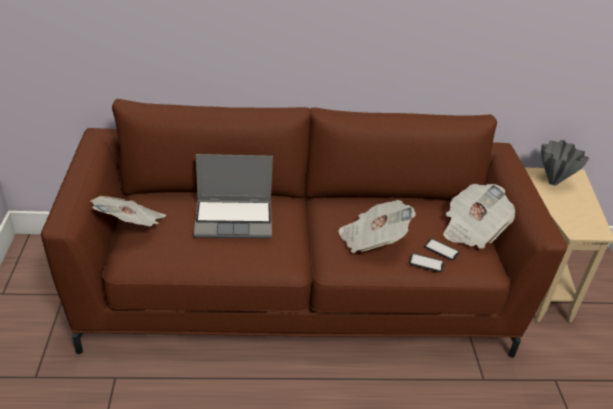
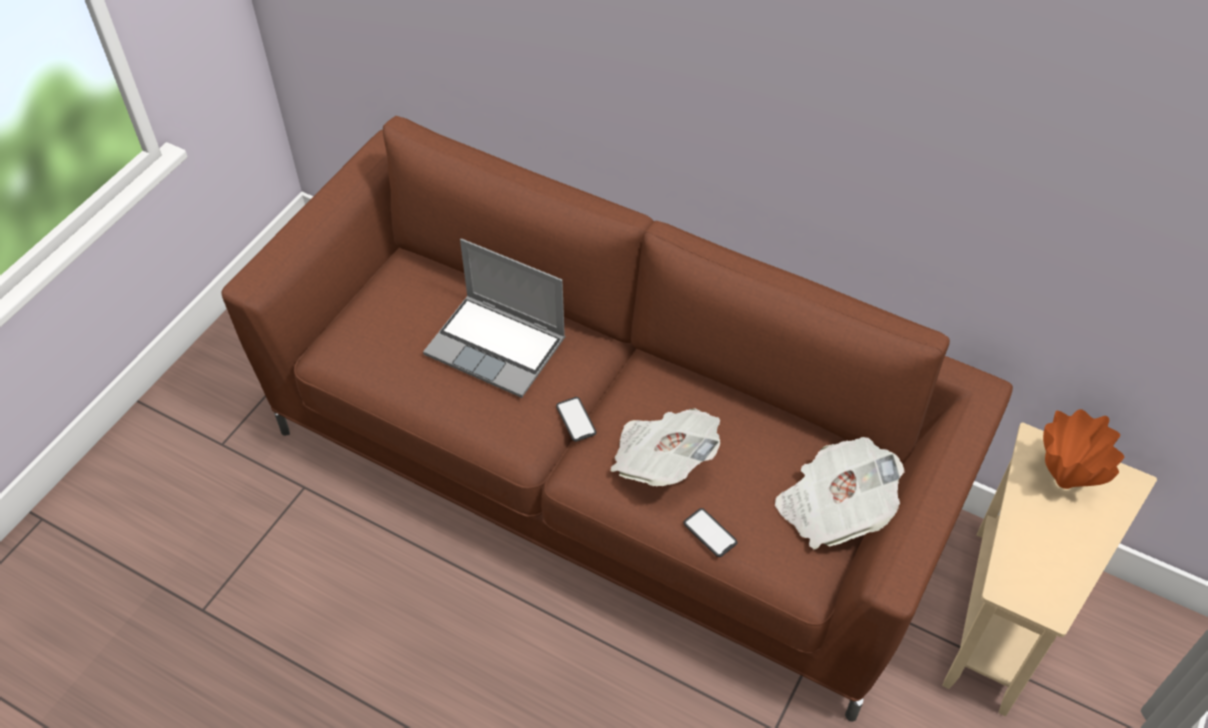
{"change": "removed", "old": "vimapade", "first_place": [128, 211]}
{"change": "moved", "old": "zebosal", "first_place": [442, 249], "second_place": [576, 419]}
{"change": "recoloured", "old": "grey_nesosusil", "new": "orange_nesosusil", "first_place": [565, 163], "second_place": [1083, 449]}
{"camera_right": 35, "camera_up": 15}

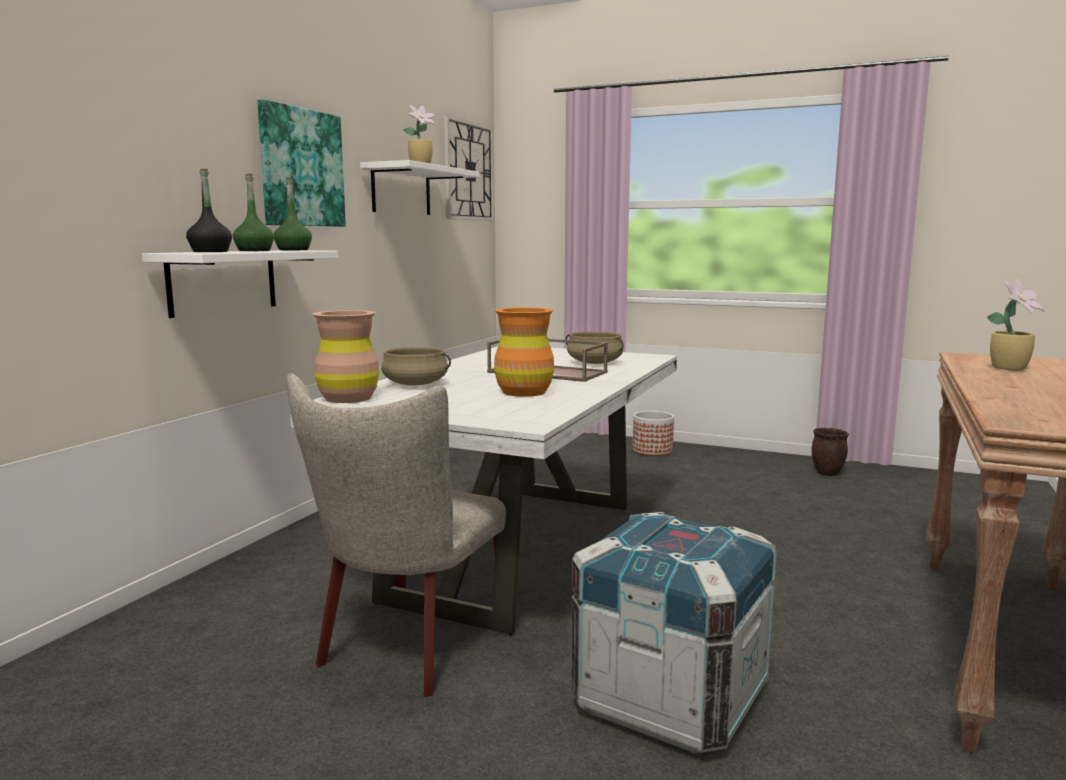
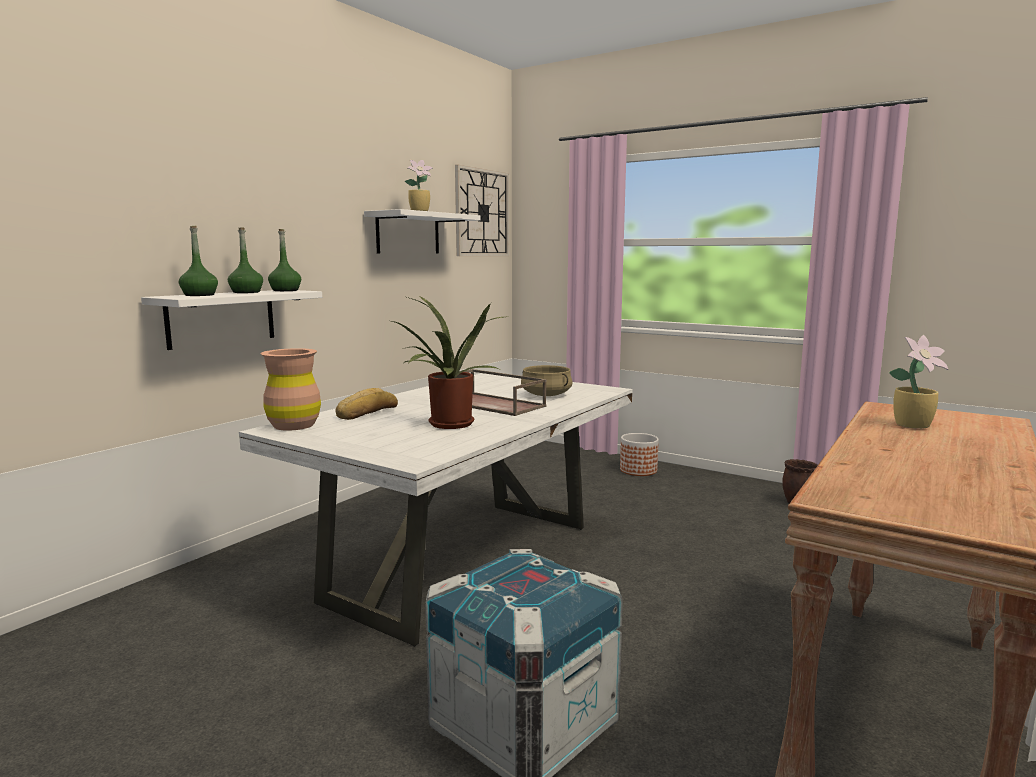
{"change": "recoloured", "old": "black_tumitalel", "new": "green_tumitalel", "first_place": [209, 210], "second_place": [198, 261]}
{"change": "removed", "old": "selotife", "first_place": [301, 163]}
{"change": "removed", "old": "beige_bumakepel", "first_place": [396, 535]}
{"change": "replaced", "old": "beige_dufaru", "new": "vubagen", "first_place": [416, 366], "second_place": [366, 404]}
{"change": "replaced", "old": "orange_nesosusil", "new": "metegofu", "first_place": [524, 352], "second_place": [447, 362]}
{"camera_right": 10, "camera_up": 0}

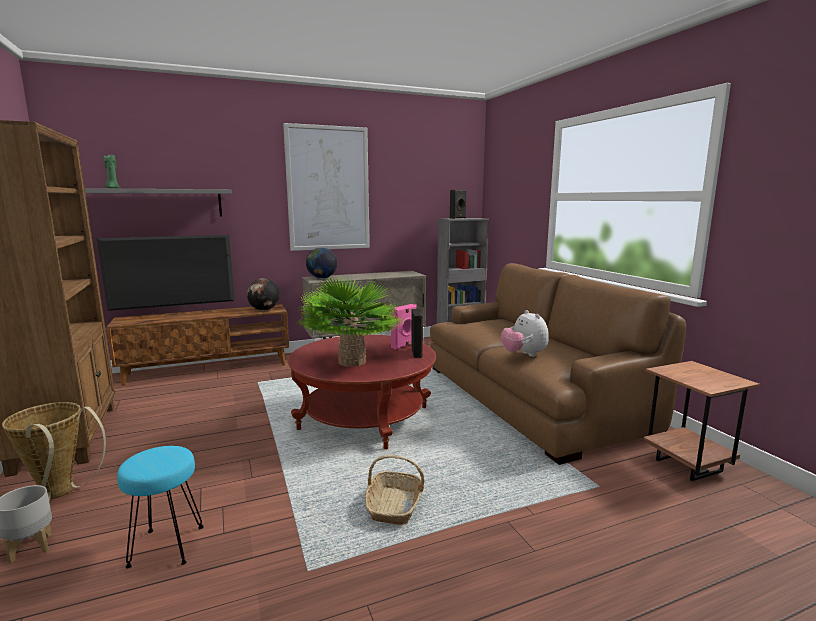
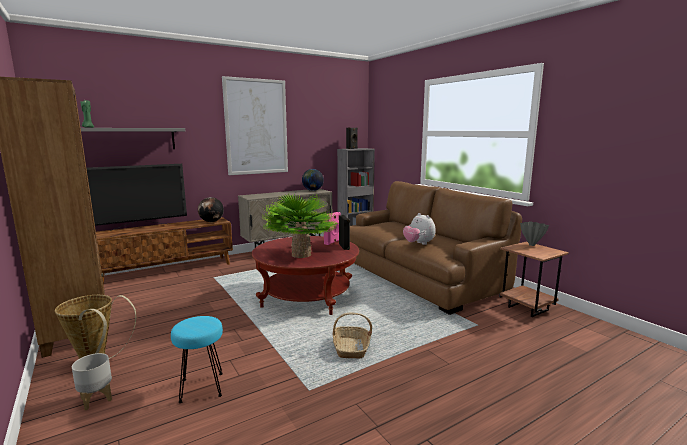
{"change": "moved", "old": "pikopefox", "first_place": [321, 263], "second_place": [313, 180]}
{"change": "added", "new": "grey_nesosusil", "second_place": [534, 233]}
{"camera_right": -10, "camera_up": 0}

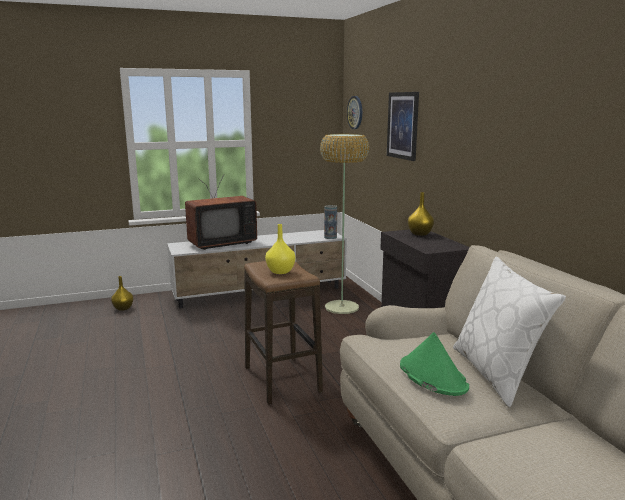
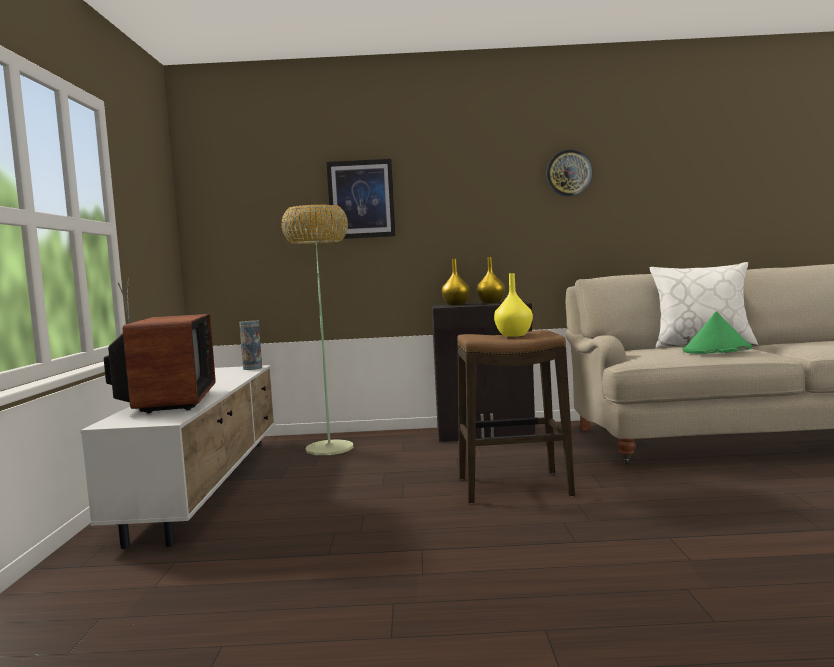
{"change": "moved", "old": "yellow_nesosusil", "first_place": [122, 293], "second_place": [491, 280]}
{"change": "moved", "old": "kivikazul", "first_place": [354, 112], "second_place": [569, 173]}
{"camera_right": -70, "camera_up": -10}

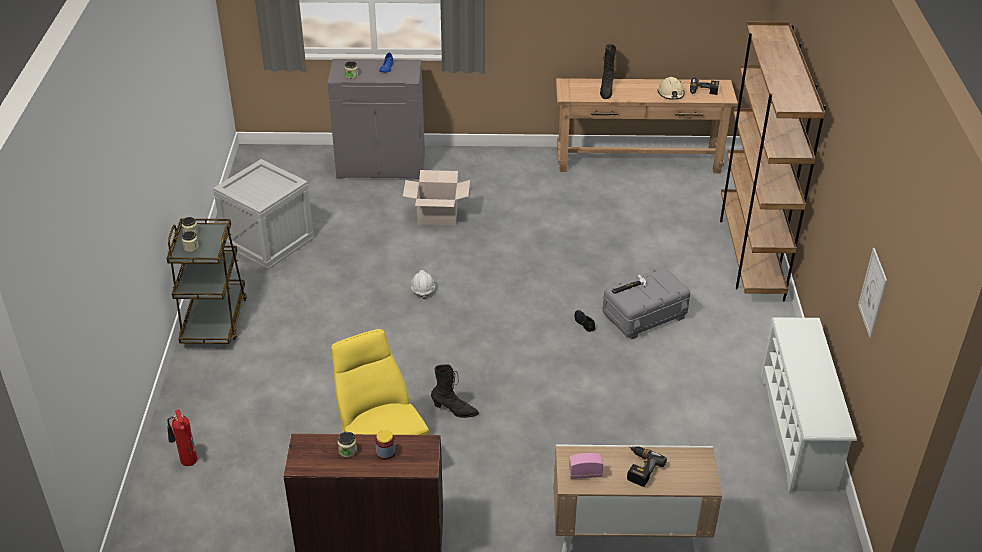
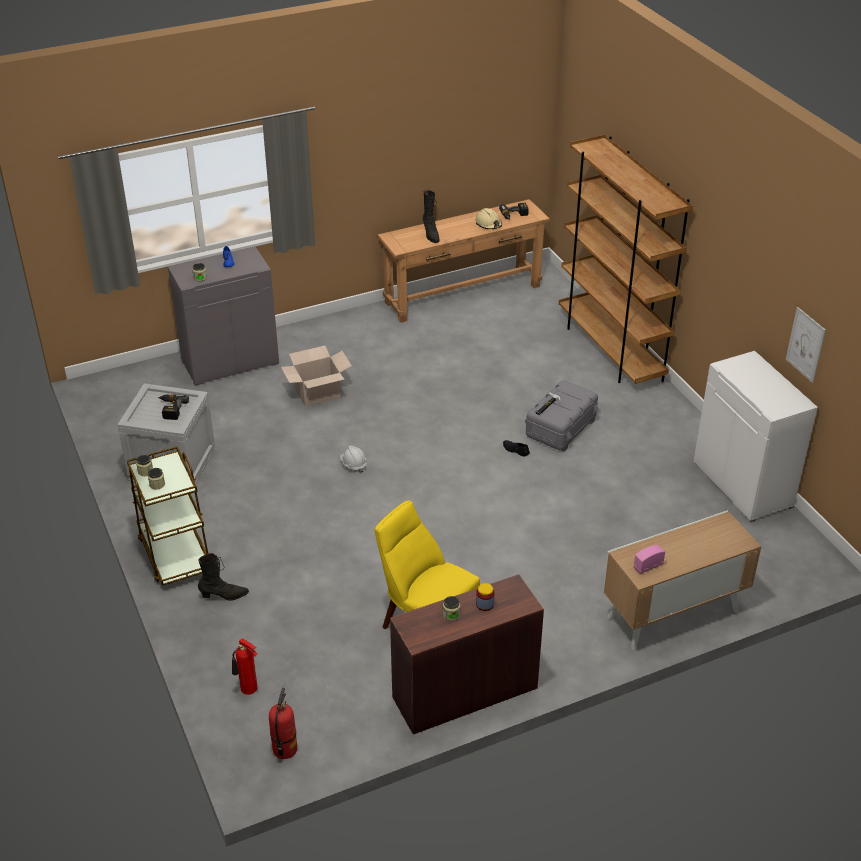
{"change": "moved", "old": "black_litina", "first_place": [455, 391], "second_place": [223, 577]}
{"change": "moved", "old": "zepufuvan", "first_place": [647, 467], "second_place": [173, 407]}
{"change": "replaced", "old": "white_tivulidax", "new": "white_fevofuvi", "first_place": [809, 405], "second_place": [756, 436]}
{"change": "added", "new": "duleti", "second_place": [283, 723]}
{"camera_right": -25, "camera_up": 0}

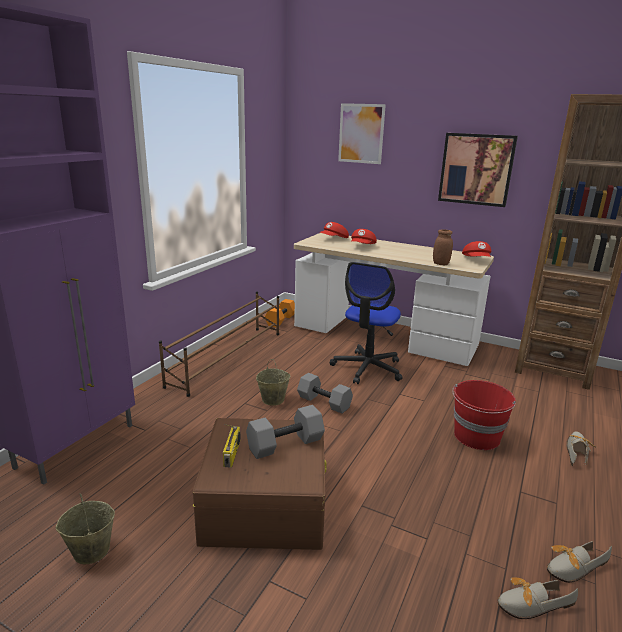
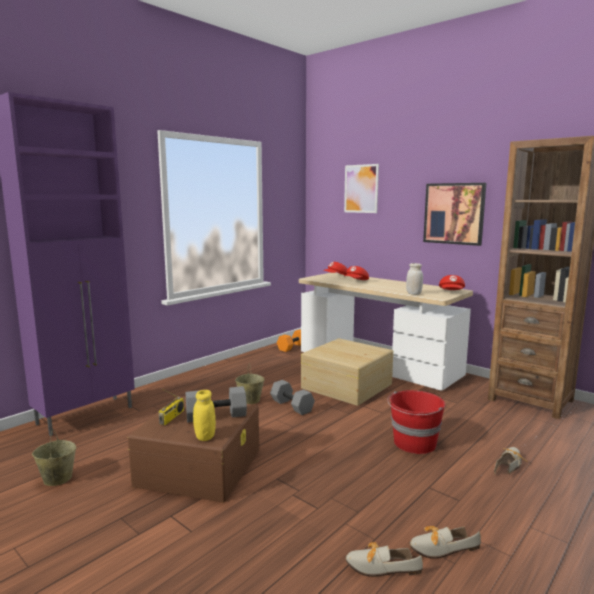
{"change": "removed", "old": "brown_tivulidax", "first_place": [219, 344]}
{"change": "replaced", "old": "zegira", "new": "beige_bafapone", "first_place": [366, 323], "second_place": [347, 372]}
{"change": "recoloured", "old": "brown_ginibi", "new": "white_ginibi", "first_place": [443, 247], "second_place": [414, 279]}
{"change": "added", "new": "yellow_ginibi", "second_place": [204, 415]}
{"camera_right": 15, "camera_up": -10}

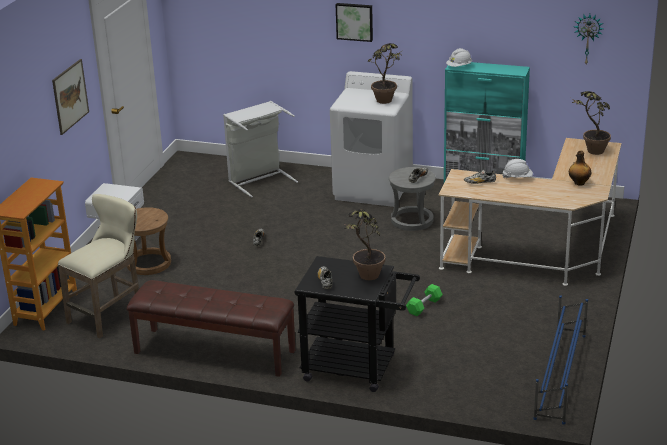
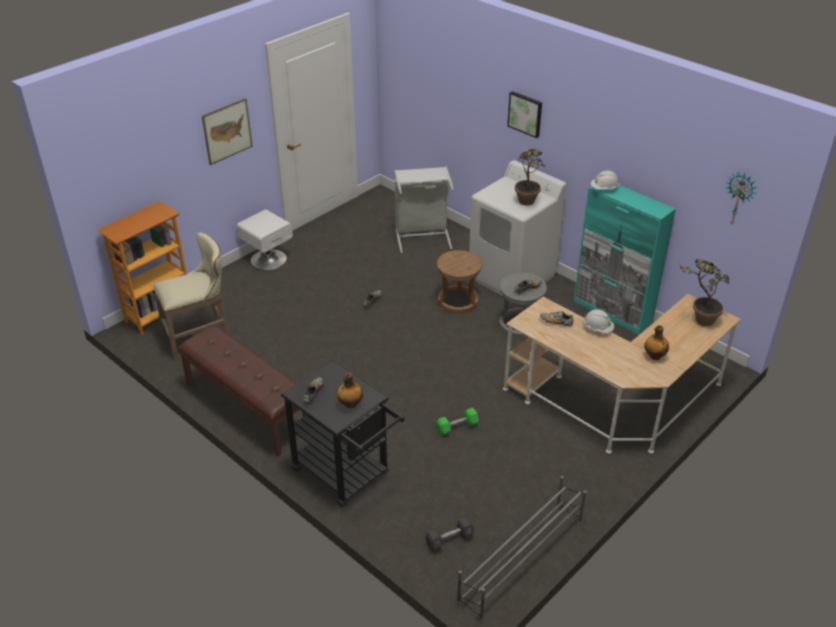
{"change": "moved", "old": "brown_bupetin", "first_place": [149, 241], "second_place": [459, 282]}
{"change": "replaced", "old": "metegofu", "new": "tumitalel", "first_place": [365, 244], "second_place": [350, 390]}
{"change": "recoloured", "old": "blue_tivulidax", "new": "grey_tivulidax", "first_place": [560, 360], "second_place": [521, 548]}
{"change": "added", "new": "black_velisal", "second_place": [450, 534]}
{"camera_right": 25, "camera_up": 10}

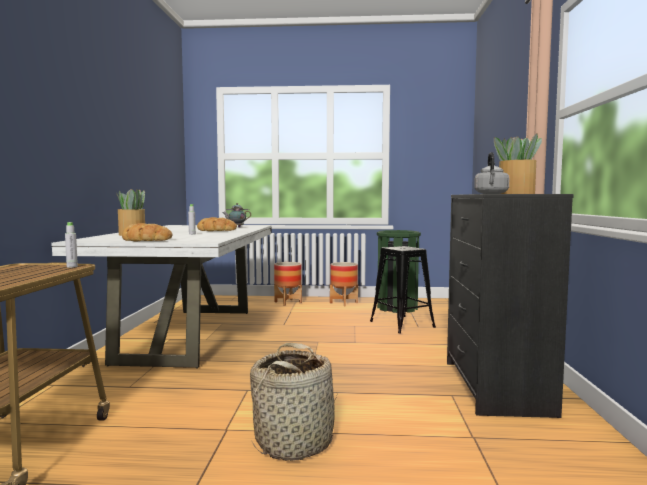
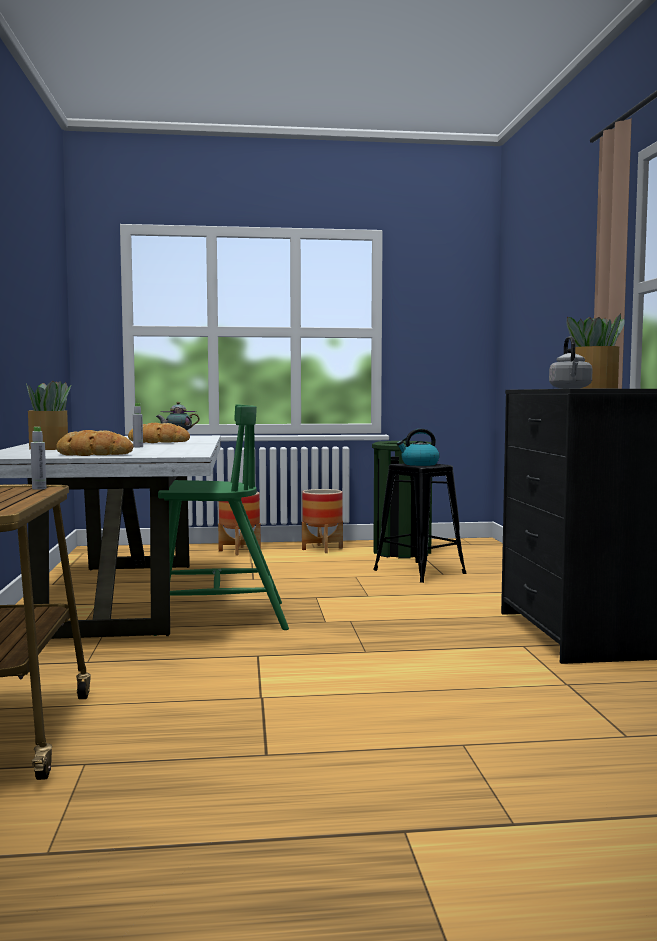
{"change": "removed", "old": "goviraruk", "first_place": [294, 402]}
{"change": "added", "new": "green_bumakepel", "second_place": [221, 520]}
{"change": "added", "new": "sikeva", "second_place": [418, 447]}
{"camera_right": -10, "camera_up": 0}

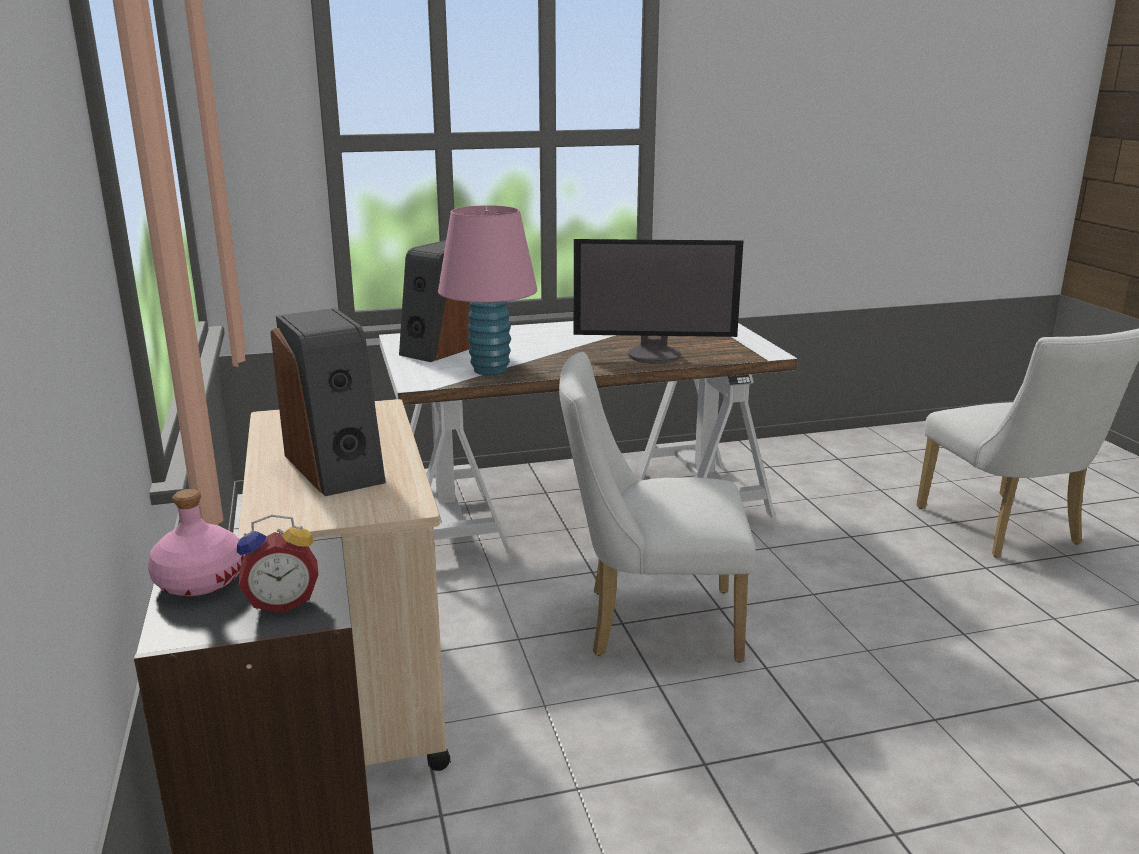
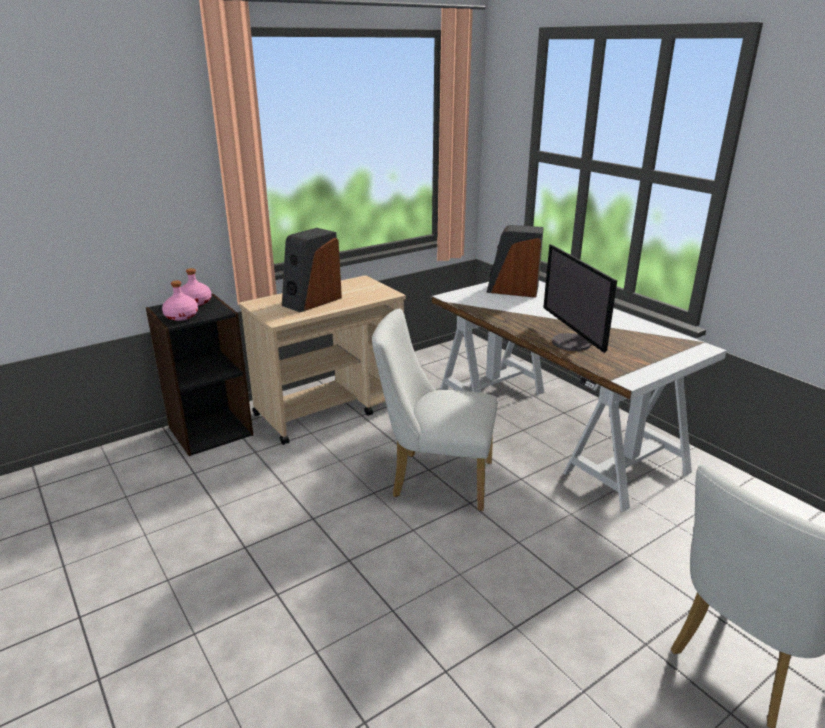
{"change": "replaced", "old": "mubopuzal", "new": "pink_tumitalel", "first_place": [278, 564], "second_place": [180, 301]}
{"change": "removed", "old": "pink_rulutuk", "first_place": [487, 290]}
{"change": "turned", "old": "white_bumakepel", "first_place": [657, 507], "second_place": [435, 409], "degrees": -60}
{"camera_right": 70, "camera_up": 5}

